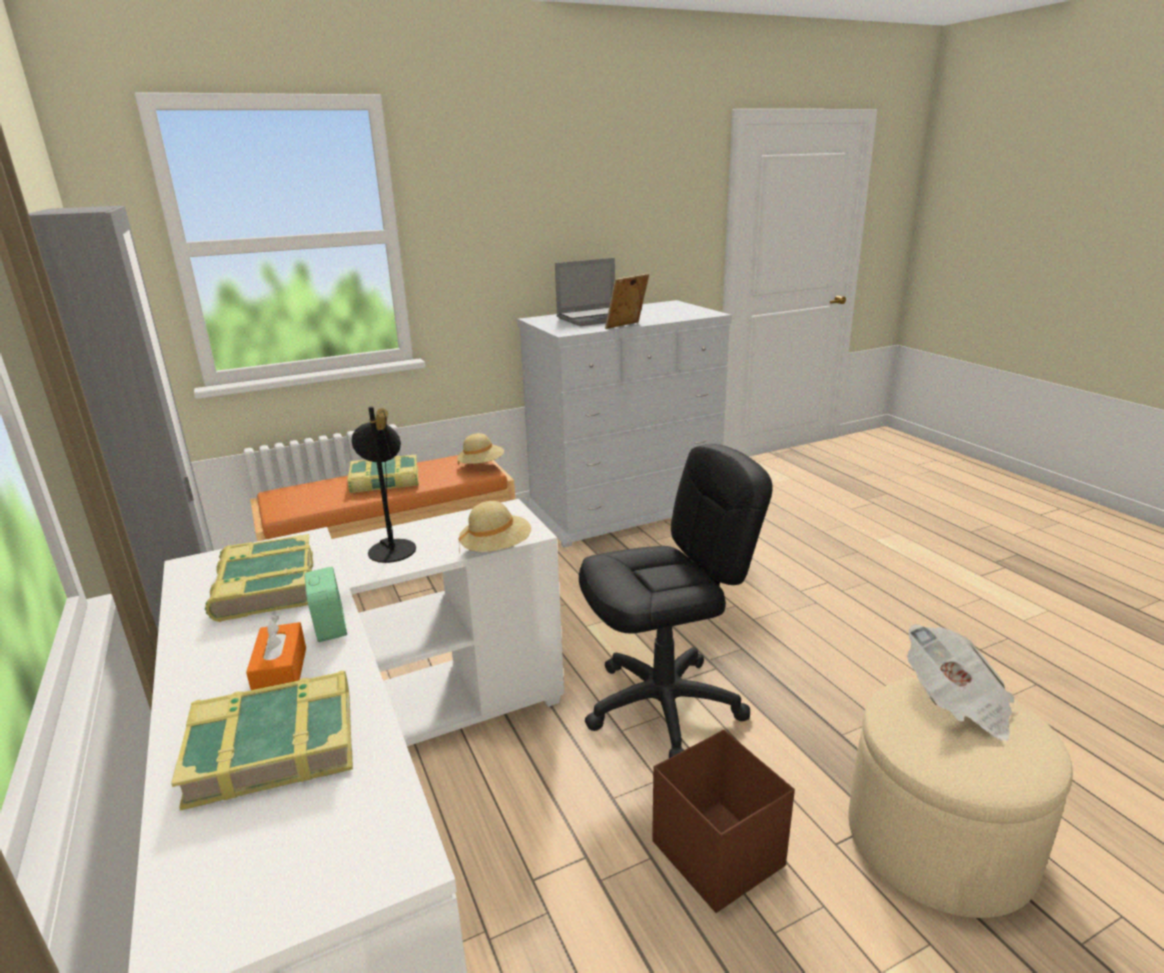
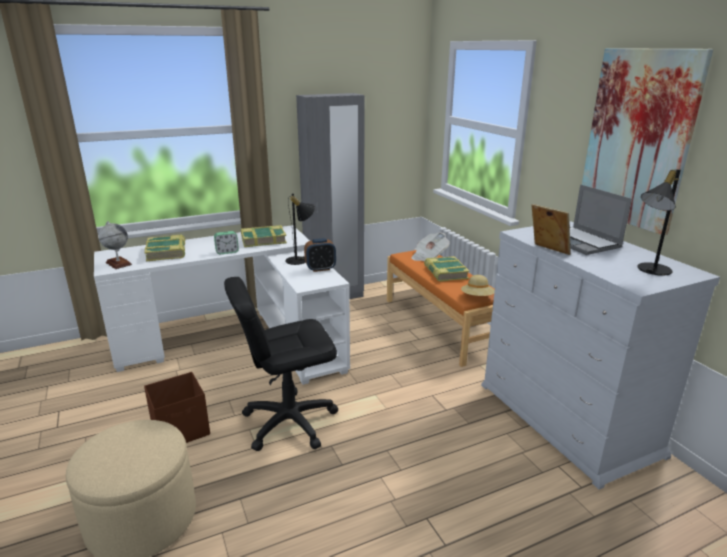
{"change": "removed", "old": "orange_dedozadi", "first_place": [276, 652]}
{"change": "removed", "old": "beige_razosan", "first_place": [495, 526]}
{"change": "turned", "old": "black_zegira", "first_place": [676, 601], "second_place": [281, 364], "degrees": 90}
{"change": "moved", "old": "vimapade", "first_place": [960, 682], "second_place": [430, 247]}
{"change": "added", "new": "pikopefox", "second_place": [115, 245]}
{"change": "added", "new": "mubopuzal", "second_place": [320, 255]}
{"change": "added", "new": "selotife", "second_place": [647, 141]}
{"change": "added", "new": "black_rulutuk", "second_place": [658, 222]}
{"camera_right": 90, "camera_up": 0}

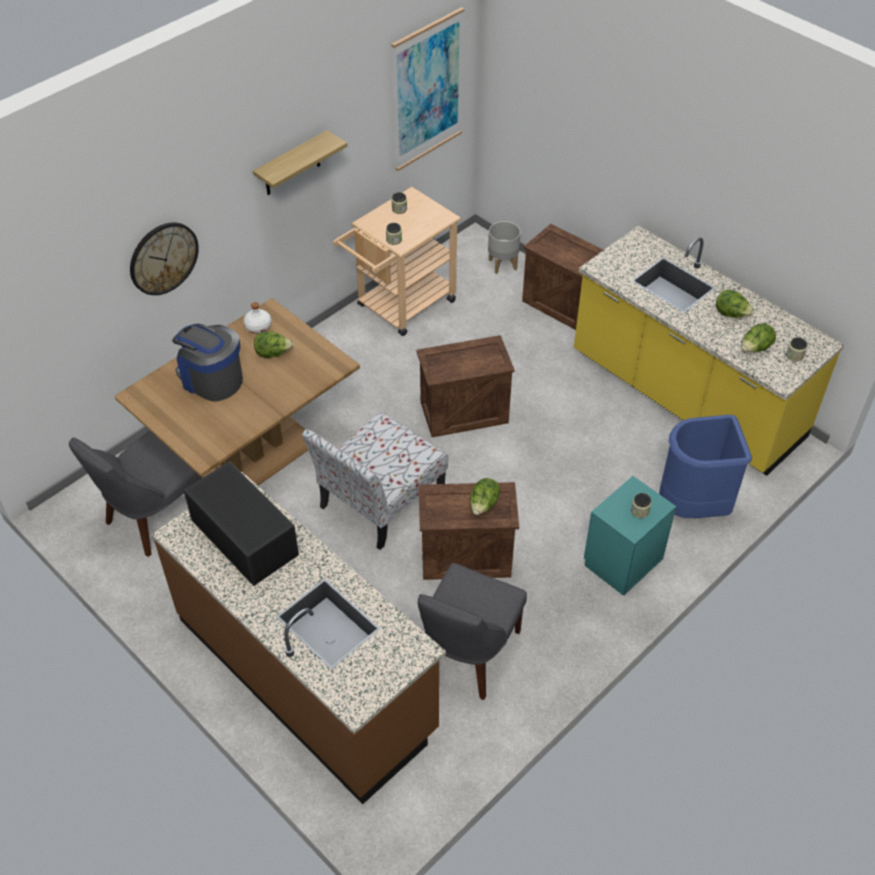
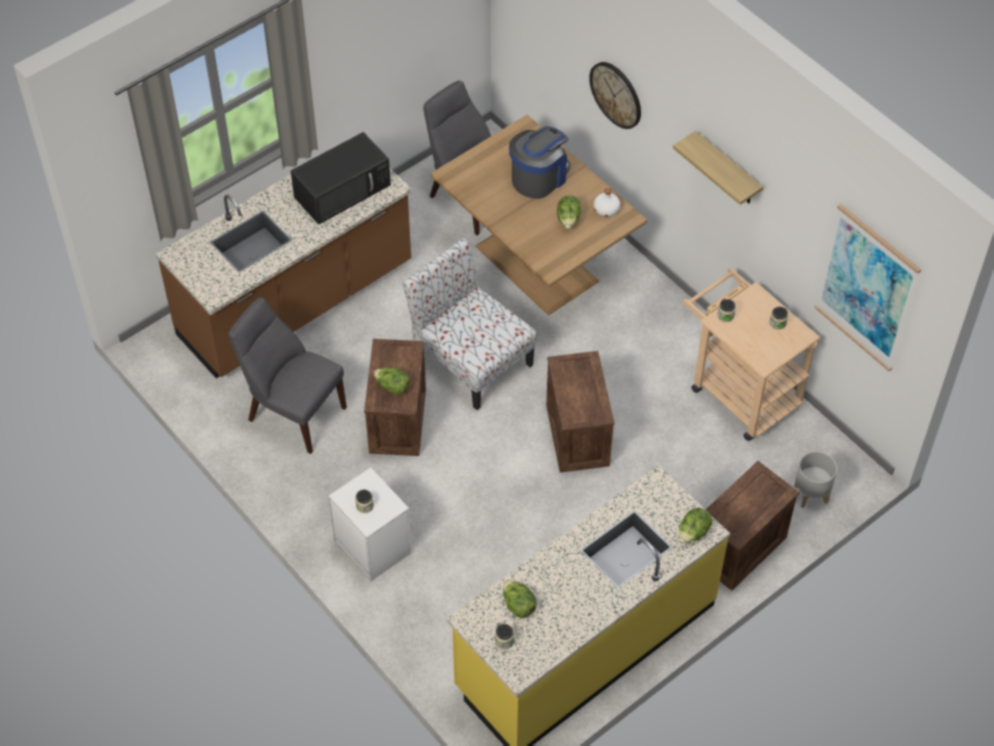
{"change": "recoloured", "old": "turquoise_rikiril", "new": "white_rikiril", "first_place": [630, 536], "second_place": [370, 524]}
{"change": "removed", "old": "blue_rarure", "first_place": [705, 466]}
{"change": "moved", "old": "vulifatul", "first_place": [735, 303], "second_place": [695, 525]}
{"camera_right": 95, "camera_up": 5}

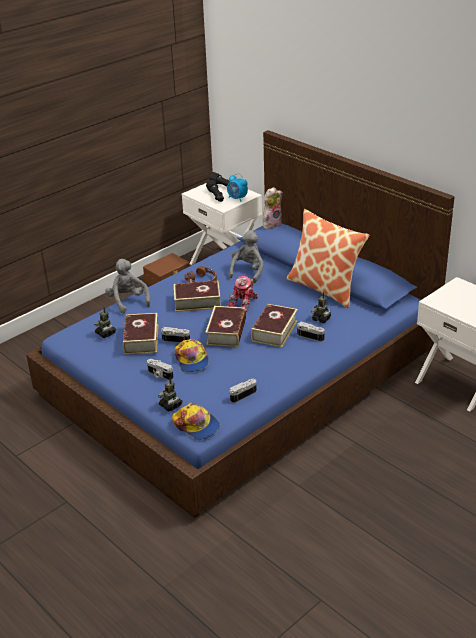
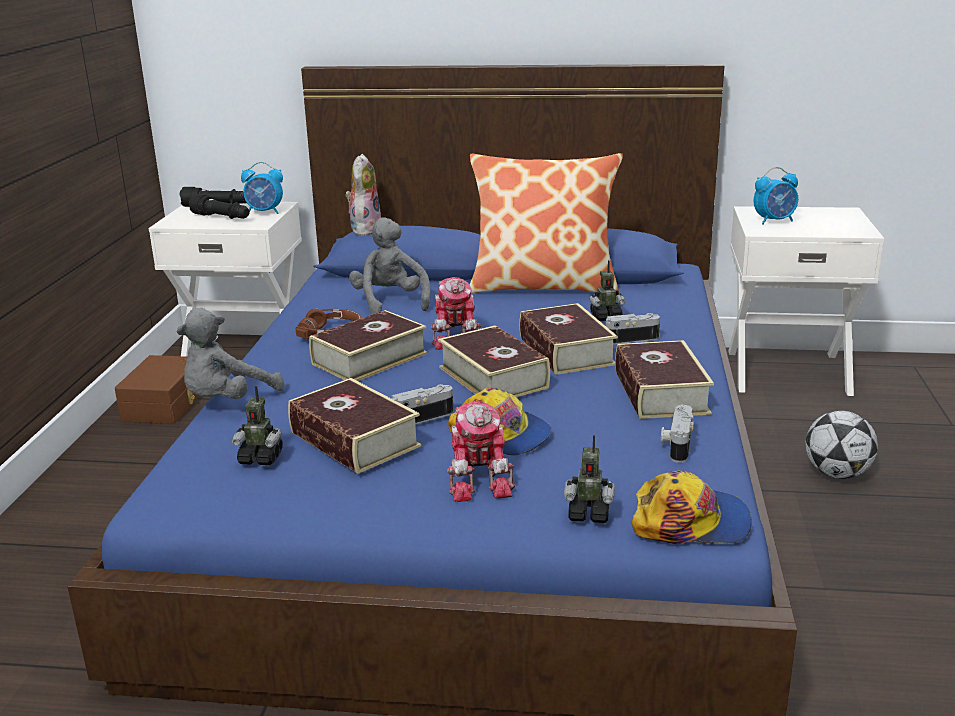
{"change": "turned", "old": "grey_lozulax", "first_place": [127, 286], "second_place": [231, 353], "degrees": -75}
{"change": "replaced", "old": "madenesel", "new": "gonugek", "first_place": [160, 369], "second_place": [481, 451]}
{"change": "added", "new": "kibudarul", "second_place": [664, 379]}
{"change": "added", "new": "mubopuzal", "second_place": [775, 195]}
{"change": "added", "new": "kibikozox", "second_place": [842, 445]}
{"camera_right": -40, "camera_up": -10}

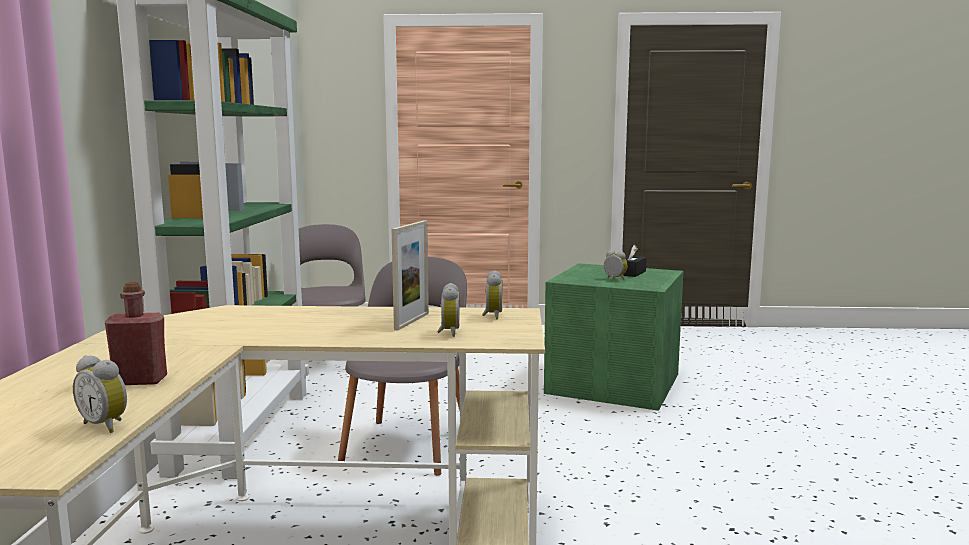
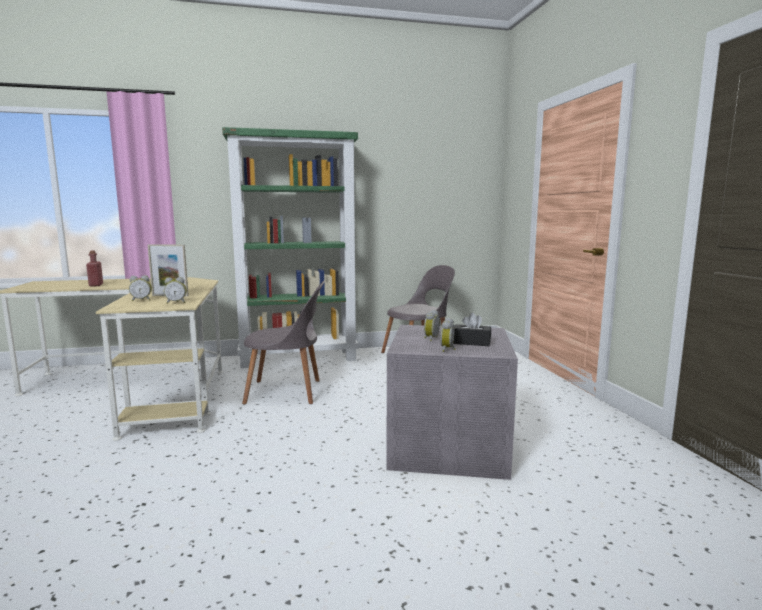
{"change": "moved", "old": "mubopuzal", "first_place": [100, 394], "second_place": [448, 335]}
{"change": "recoloured", "old": "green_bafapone", "new": "grey_bafapone", "first_place": [613, 337], "second_place": [452, 402]}
{"camera_right": 75, "camera_up": 0}

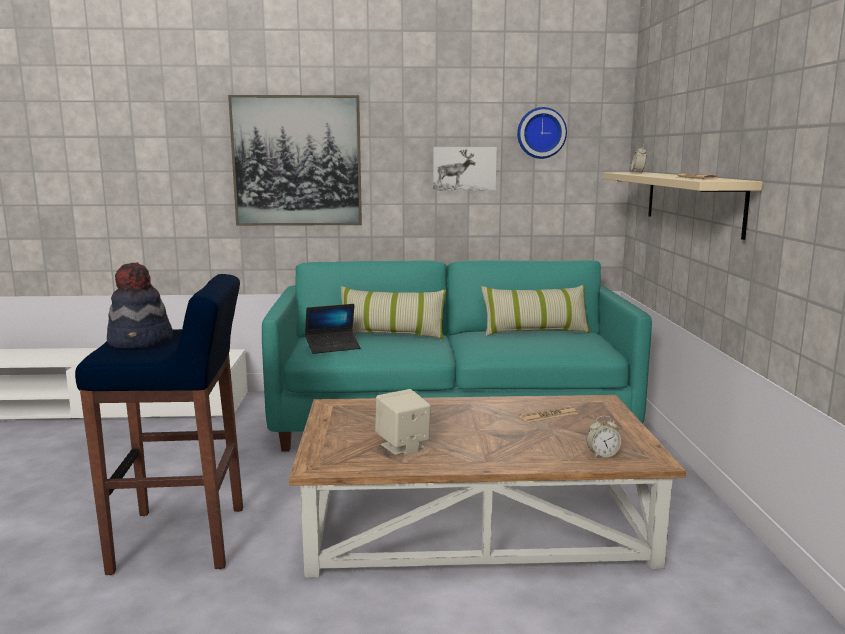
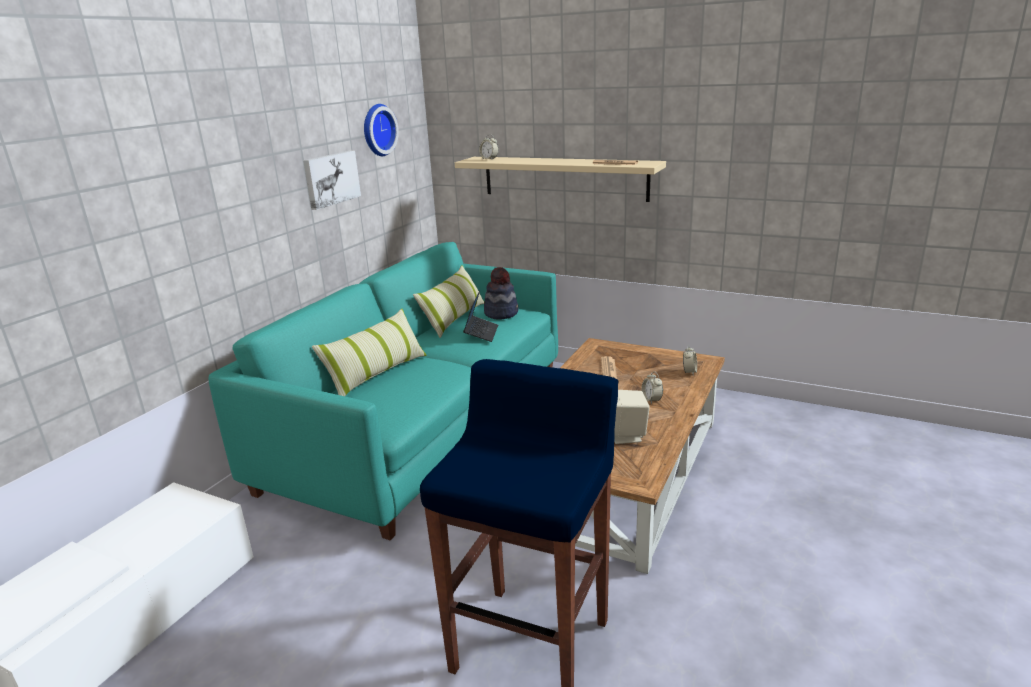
{"change": "moved", "old": "razosan", "first_place": [140, 305], "second_place": [501, 293]}
{"change": "removed", "old": "selotife", "first_place": [295, 160]}
{"change": "moved", "old": "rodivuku", "first_place": [333, 329], "second_place": [480, 316]}
{"change": "added", "new": "mubopuzal", "second_place": [652, 387]}
{"camera_right": -60, "camera_up": 10}

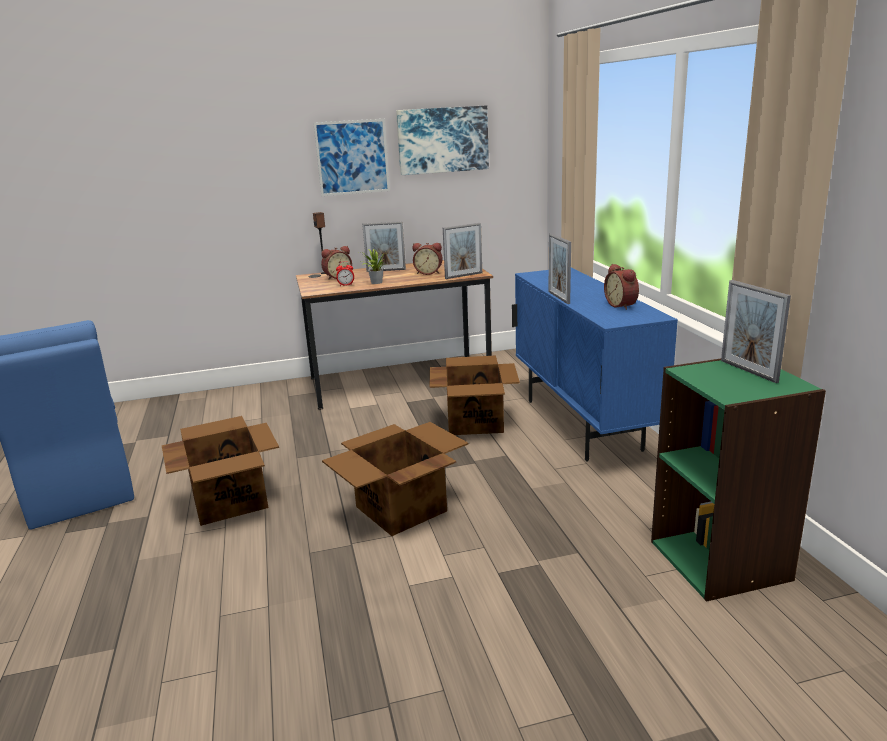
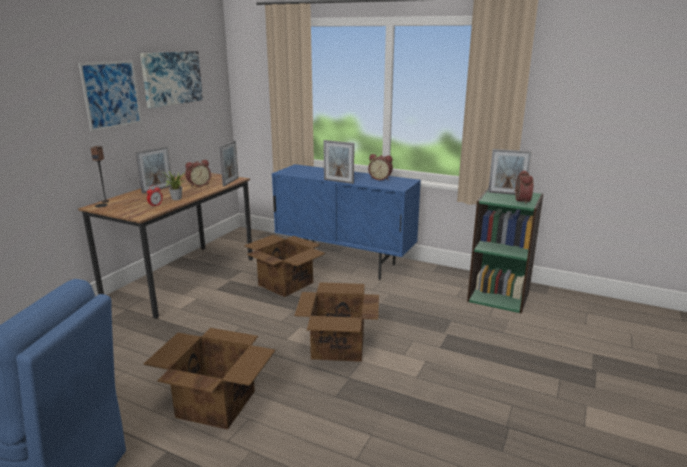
{"change": "moved", "old": "mubopuzal", "first_place": [336, 263], "second_place": [524, 187]}
{"camera_right": -50, "camera_up": 0}

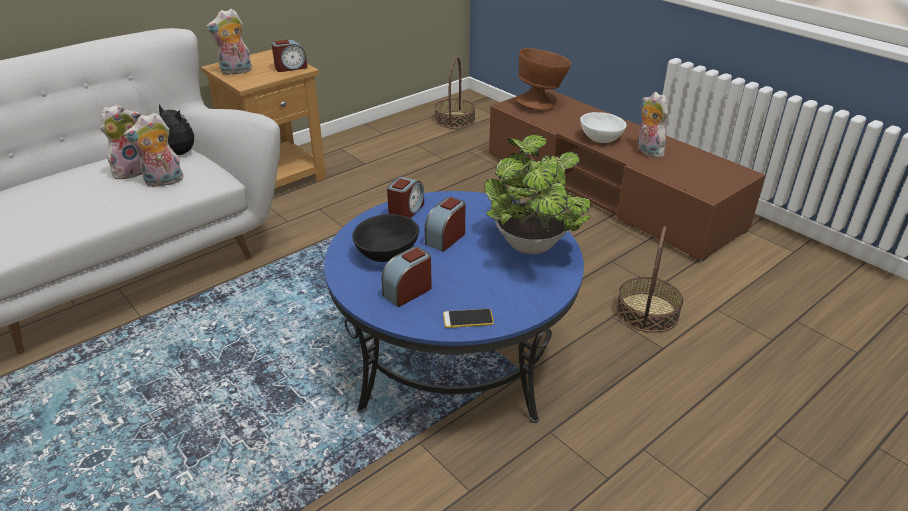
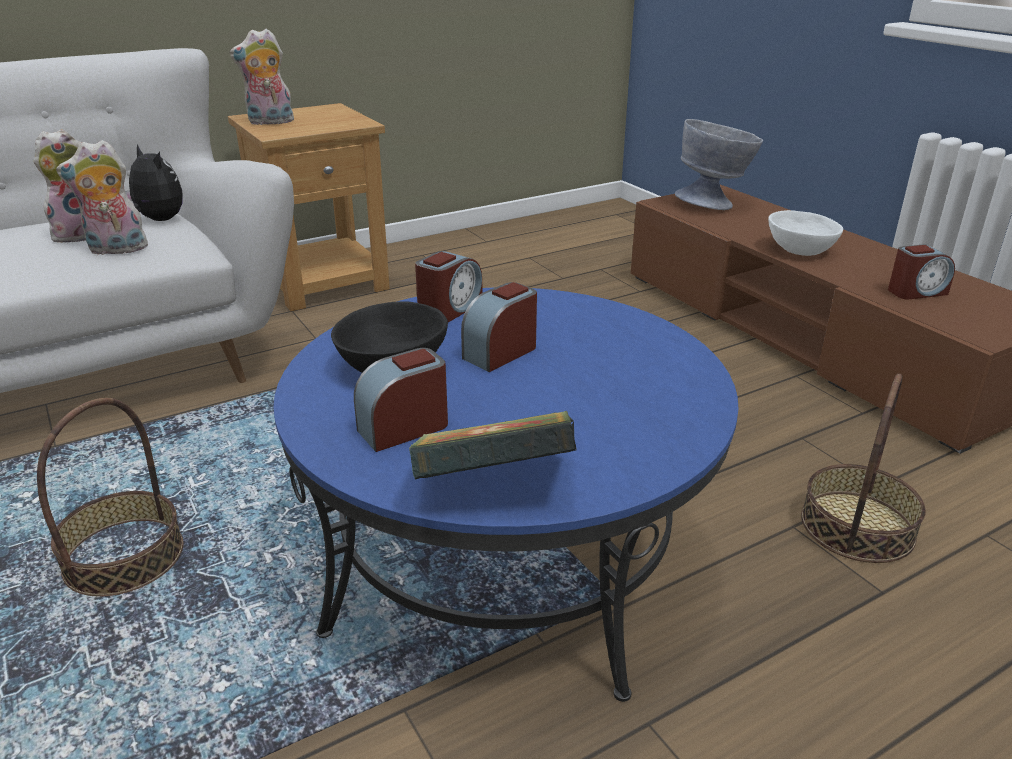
{"change": "moved", "old": "mubopuzal", "first_place": [289, 56], "second_place": [921, 272]}
{"change": "moved", "old": "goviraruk", "first_place": [455, 93], "second_place": [110, 497]}
{"change": "replaced", "old": "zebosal", "new": "kibudarul", "first_place": [468, 318], "second_place": [493, 445]}
{"change": "removed", "old": "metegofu", "first_place": [537, 194]}
{"change": "recoloured", "old": "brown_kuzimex", "new": "grey_kuzimex", "first_place": [544, 79], "second_place": [719, 164]}
{"change": "removed", "old": "lozulax", "first_place": [653, 125]}
{"camera_right": 10, "camera_up": -5}

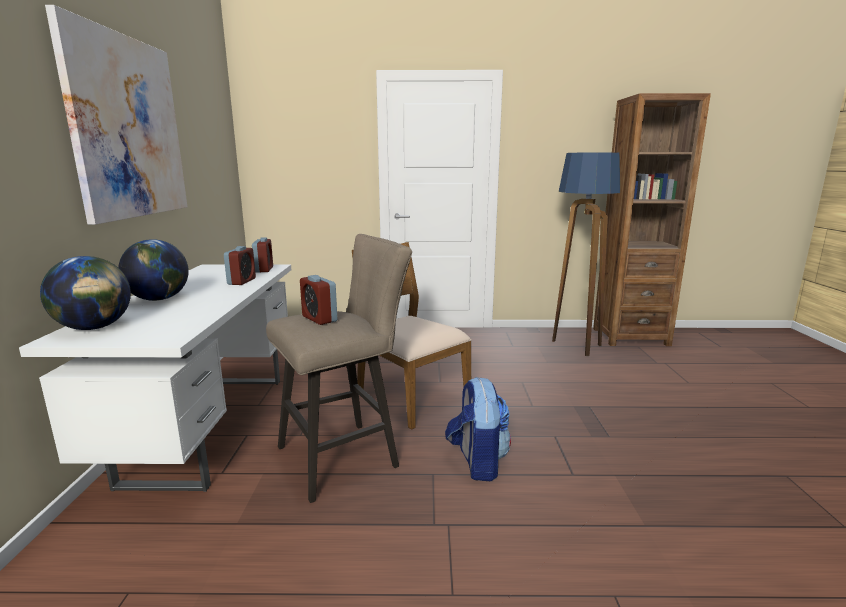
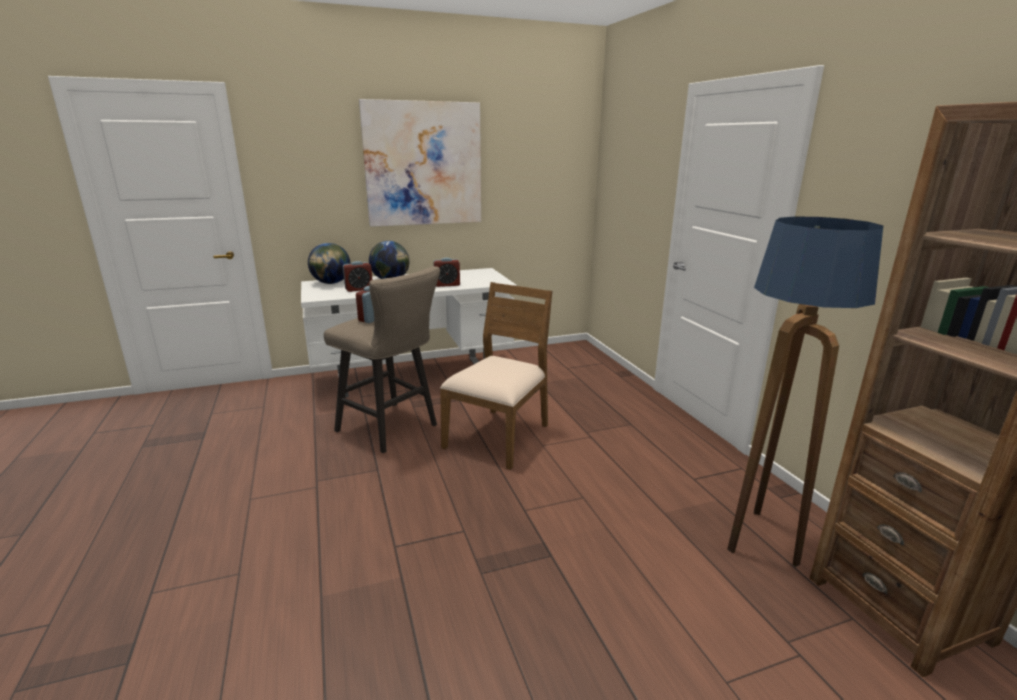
{"change": "moved", "old": "mubopuzal", "first_place": [262, 255], "second_place": [357, 276]}
{"change": "removed", "old": "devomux", "first_place": [478, 429]}
{"camera_right": 70, "camera_up": 5}

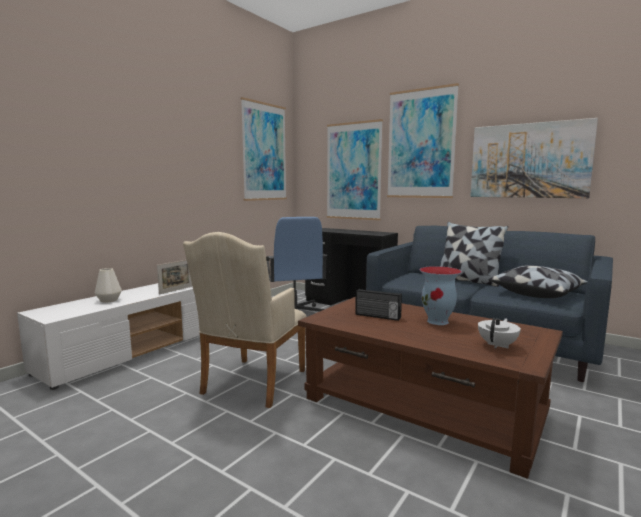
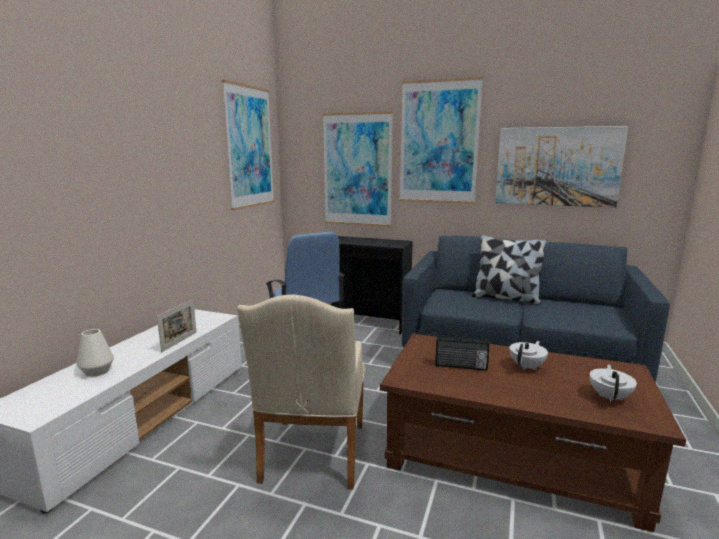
{"change": "replaced", "old": "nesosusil", "new": "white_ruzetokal", "first_place": [441, 295], "second_place": [529, 355]}
{"change": "removed", "old": "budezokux", "first_place": [538, 281]}
{"camera_right": -15, "camera_up": 5}

